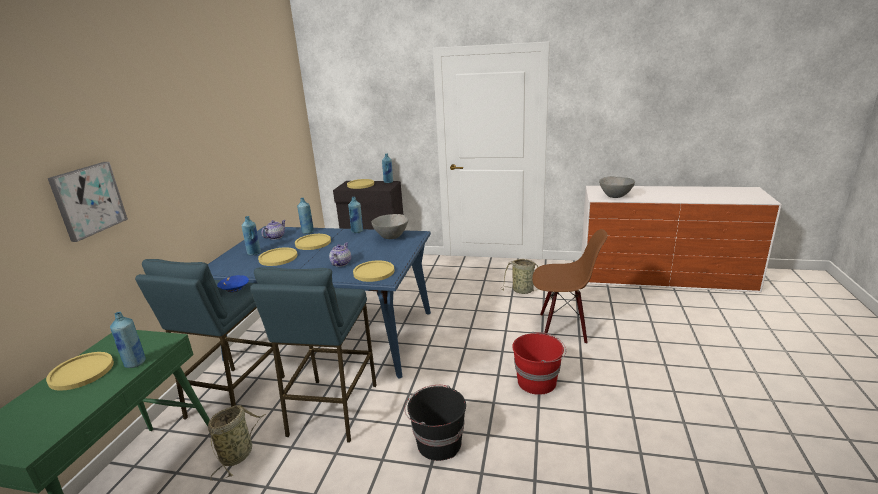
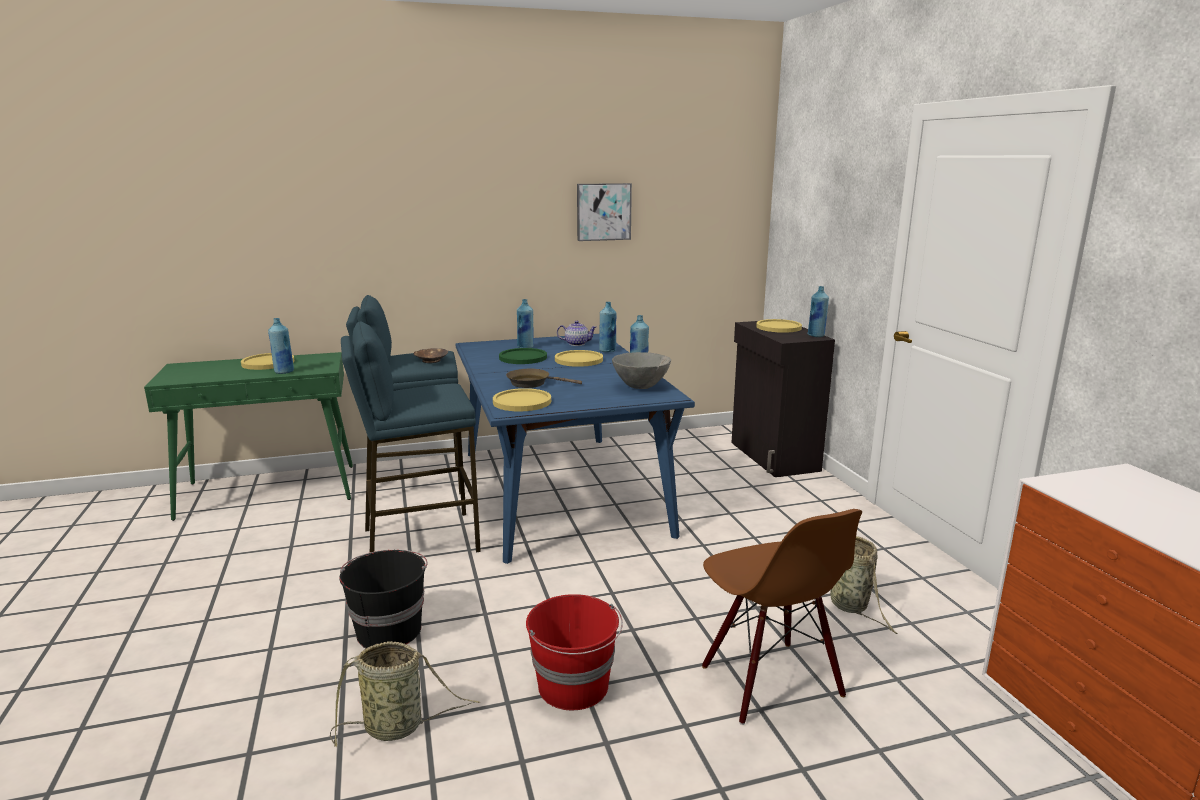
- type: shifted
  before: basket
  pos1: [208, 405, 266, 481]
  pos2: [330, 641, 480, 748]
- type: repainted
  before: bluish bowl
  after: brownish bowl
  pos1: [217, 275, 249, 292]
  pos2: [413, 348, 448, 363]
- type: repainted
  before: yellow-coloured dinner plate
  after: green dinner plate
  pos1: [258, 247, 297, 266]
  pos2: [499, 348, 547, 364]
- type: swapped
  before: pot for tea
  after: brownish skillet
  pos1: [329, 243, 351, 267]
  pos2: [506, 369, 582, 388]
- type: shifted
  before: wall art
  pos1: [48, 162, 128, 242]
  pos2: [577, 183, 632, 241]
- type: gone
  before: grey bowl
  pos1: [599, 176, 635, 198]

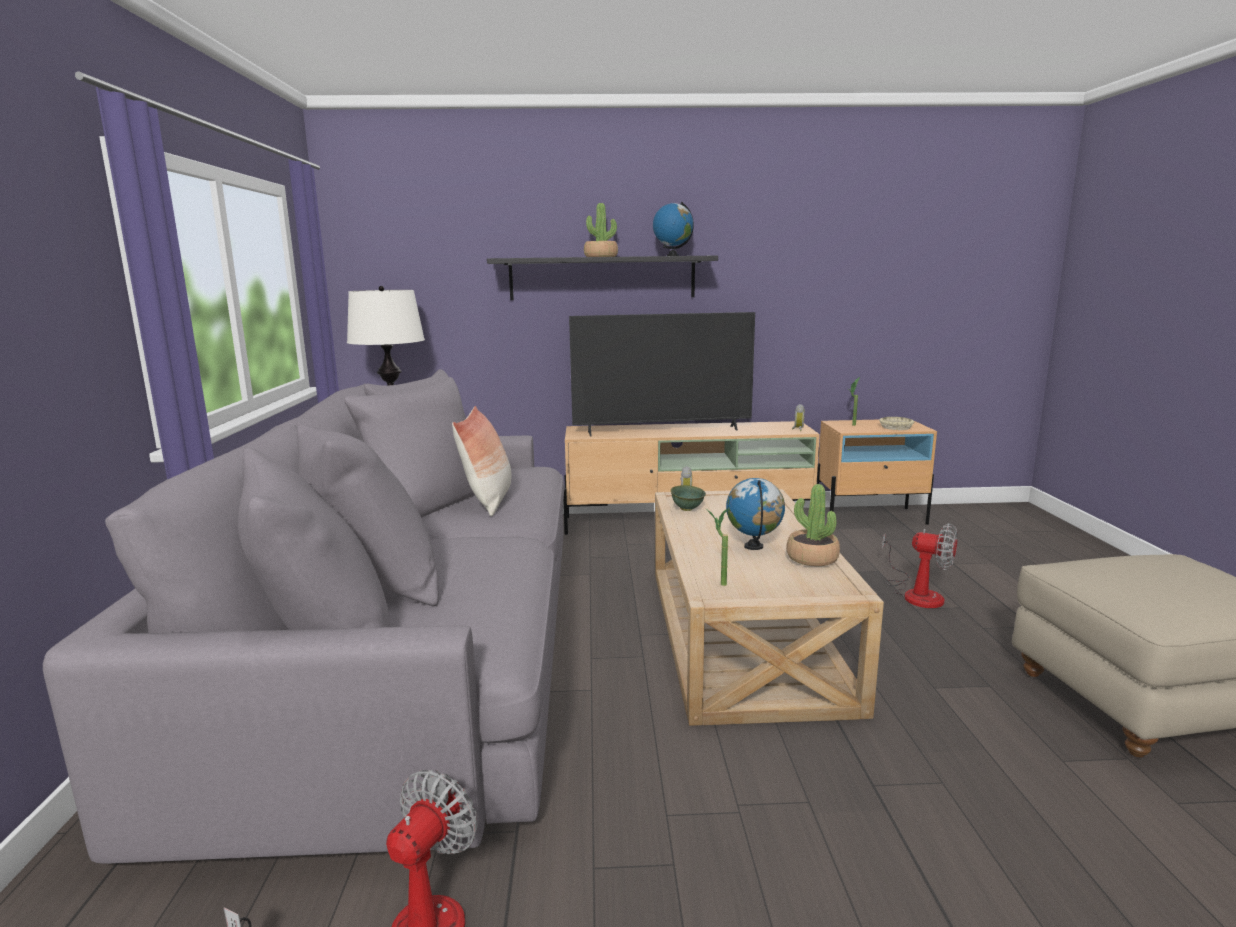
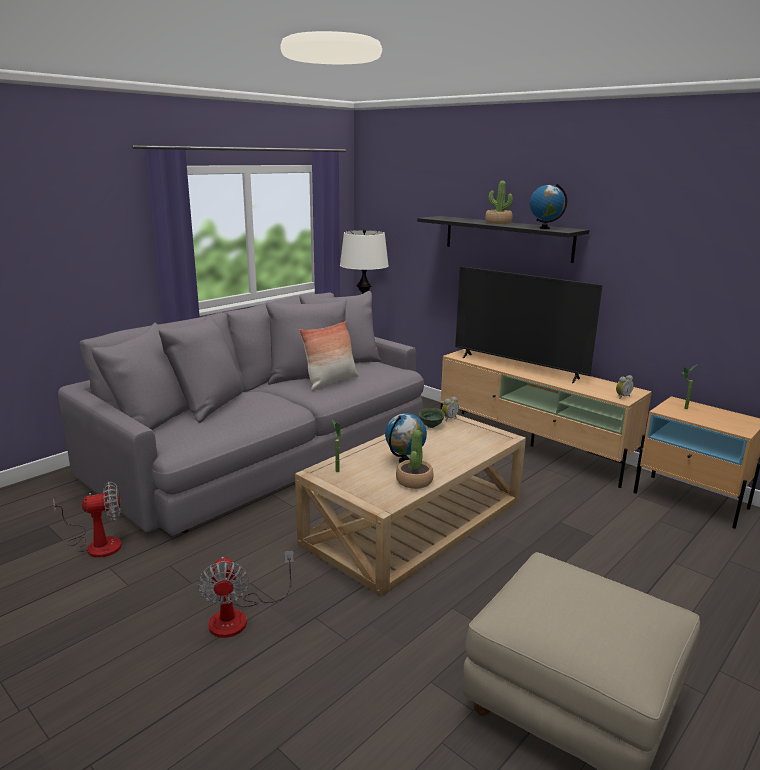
- type: shifted
  before: electric fan
  pos1: [882, 523, 958, 608]
  pos2: [198, 551, 294, 638]
- type: gone
  before: beige-coloured bowl
  pos1: [879, 417, 914, 430]

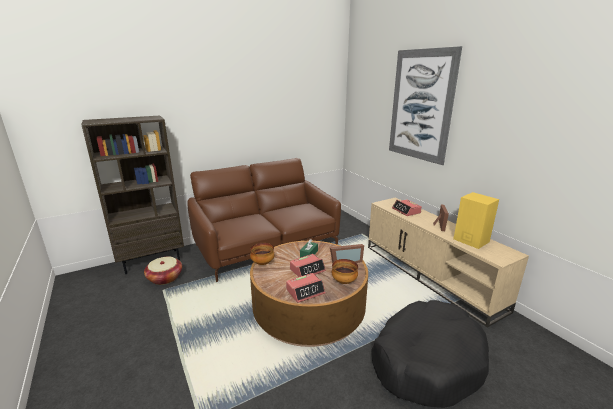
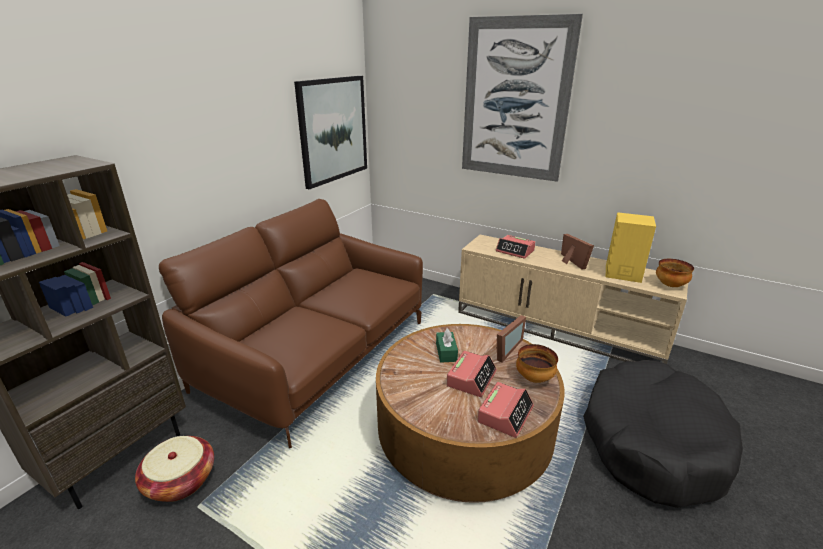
- type: new
  after: wall art
  pos2: [294, 76, 367, 189]
- type: shifted
  before: bowl
  pos1: [250, 243, 275, 265]
  pos2: [656, 259, 694, 287]

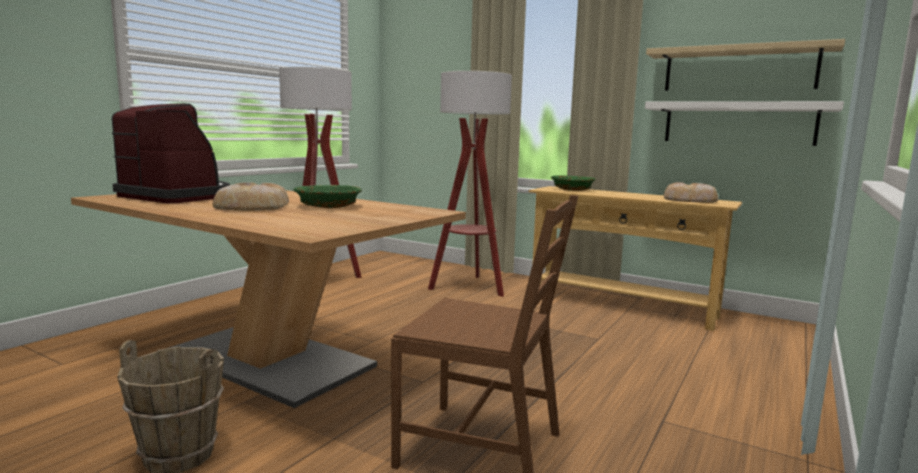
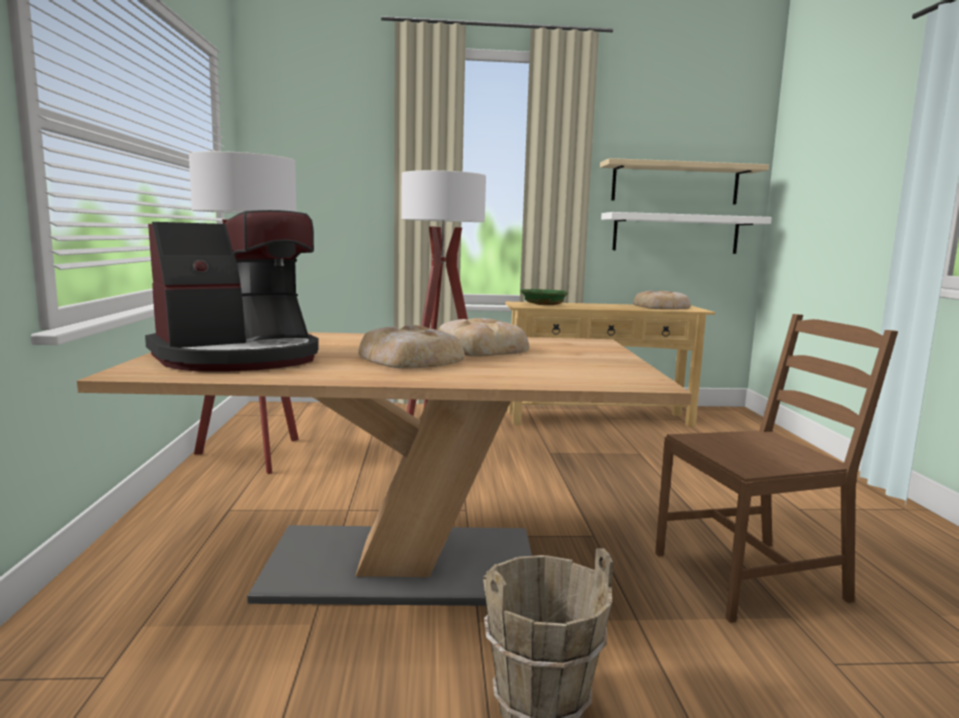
- type: rotated
  before: coffee brewer
  pos1: [112, 103, 230, 203]
  pos2: [145, 210, 319, 372]
  turn: 150
- type: swapped
  before: green bowl
  after: bakery bread
  pos1: [293, 185, 362, 208]
  pos2: [438, 318, 529, 357]

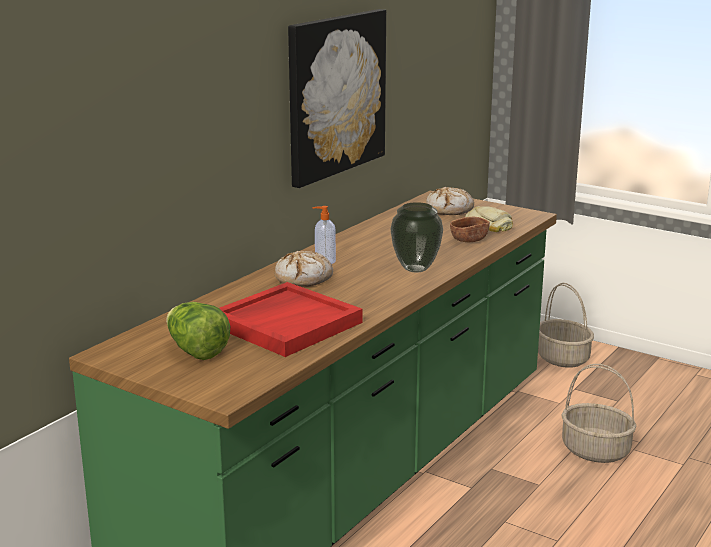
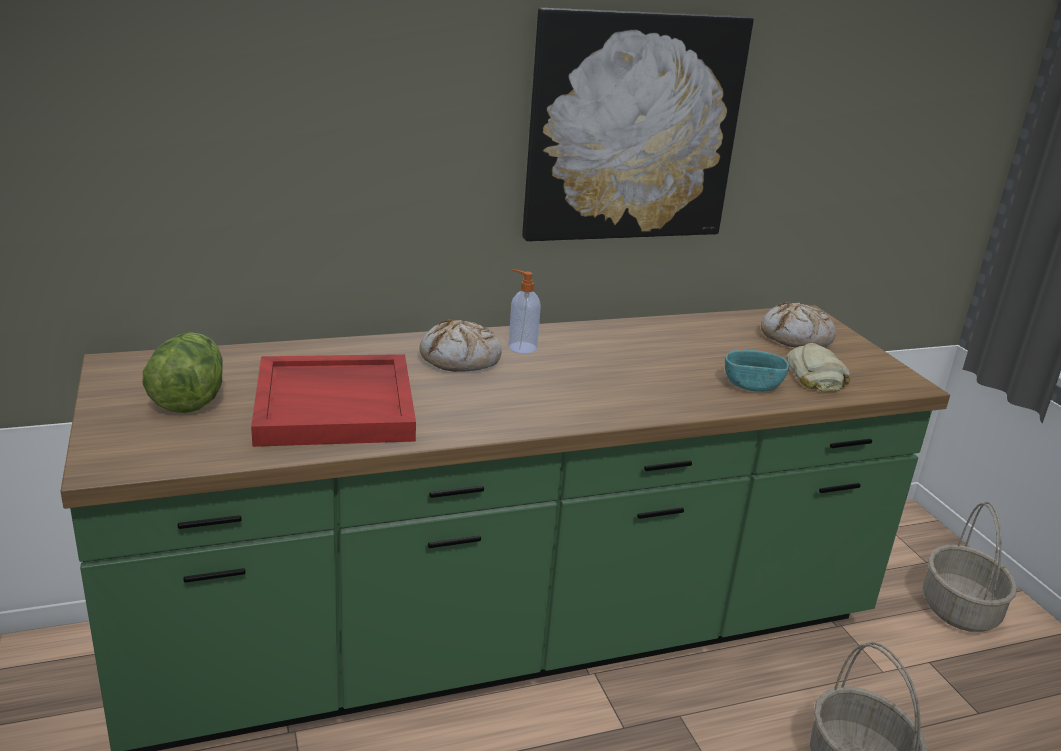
- type: repainted
  before: brownish bowl
  after: turquoise-coloured bowl
  pos1: [450, 217, 490, 242]
  pos2: [725, 350, 789, 392]
- type: gone
  before: flower vase
  pos1: [390, 202, 443, 273]

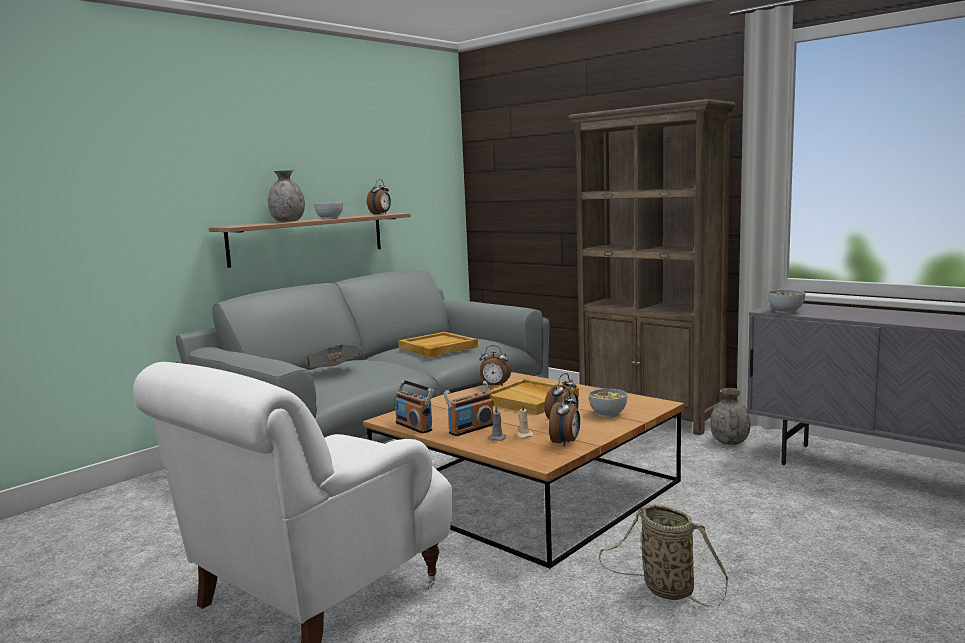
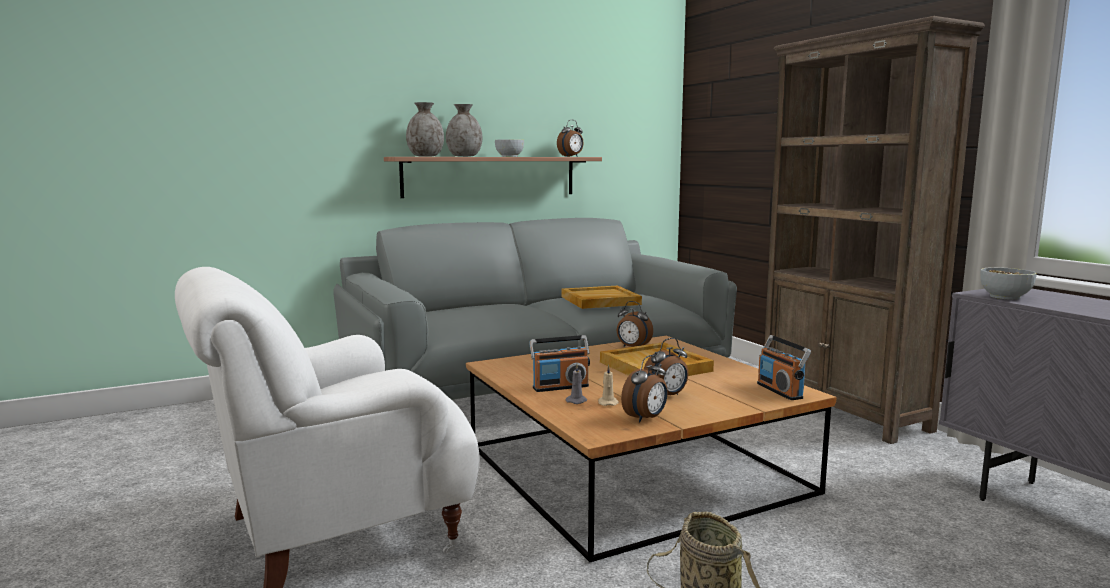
- type: shifted
  before: grey flower vase
  pos1: [710, 388, 751, 445]
  pos2: [406, 102, 444, 157]
- type: shifted
  before: radio set
  pos1: [395, 380, 434, 434]
  pos2: [757, 335, 811, 400]
- type: gone
  before: daily paper
  pos1: [305, 345, 360, 368]
- type: gone
  before: bowl
  pos1: [589, 389, 627, 417]

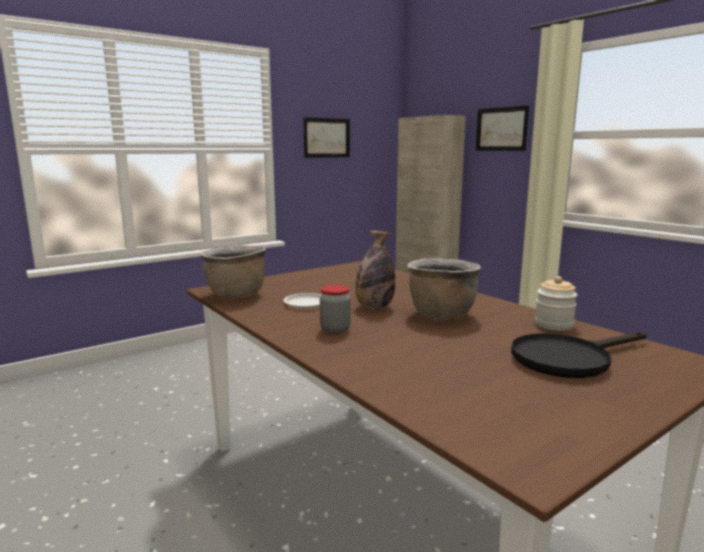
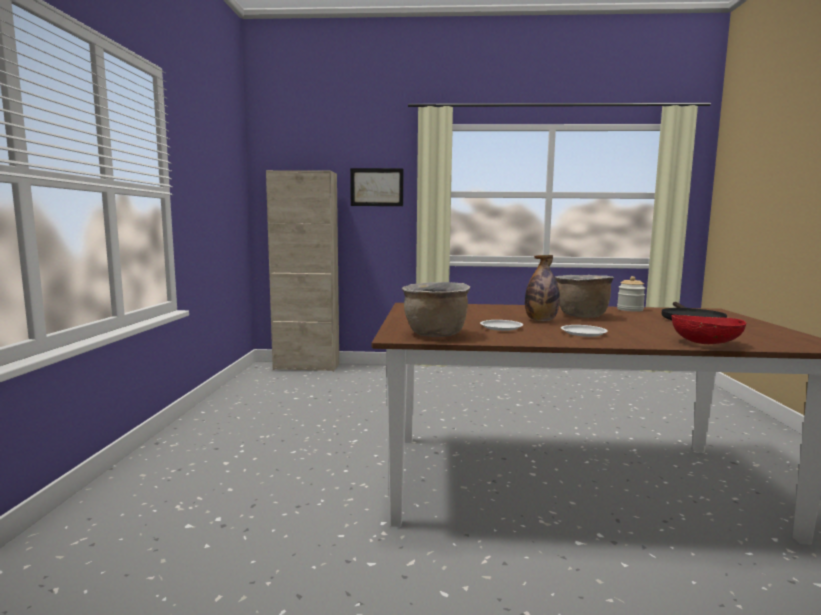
- type: swapped
  before: storage jar
  after: white-coloured dinner plate
  pos1: [320, 285, 351, 334]
  pos2: [561, 325, 608, 337]
- type: new
  after: red-coloured bowl
  pos2: [671, 315, 746, 344]
- type: gone
  before: wall art
  pos1: [303, 117, 350, 158]

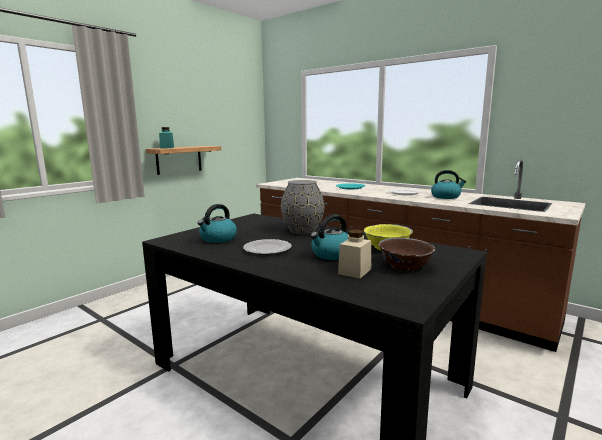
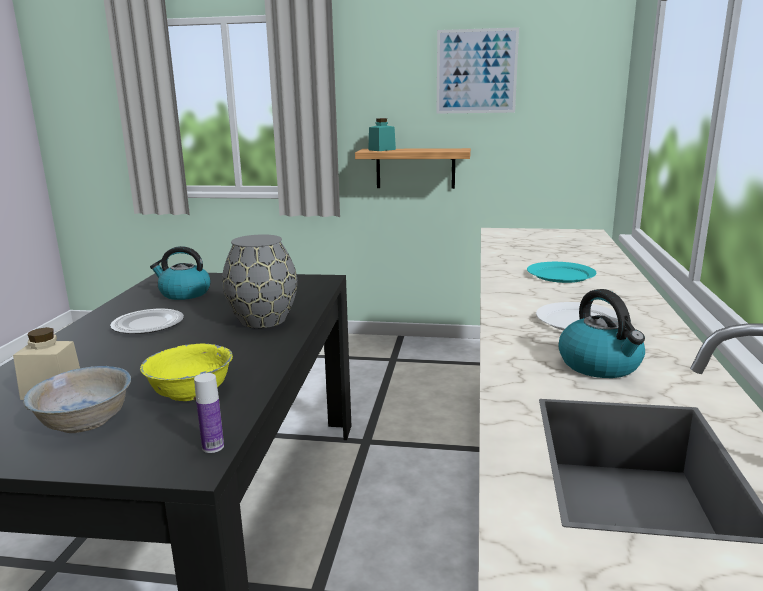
- type: repainted
  before: brownish bowl
  after: white-coloured bowl
  pos1: [379, 238, 435, 271]
  pos2: [23, 366, 131, 433]
- type: new
  after: beverage bottle
  pos2: [194, 373, 224, 453]
- type: new
  after: wall art
  pos2: [437, 27, 519, 114]
- type: gone
  before: tea kettle
  pos1: [311, 214, 349, 260]

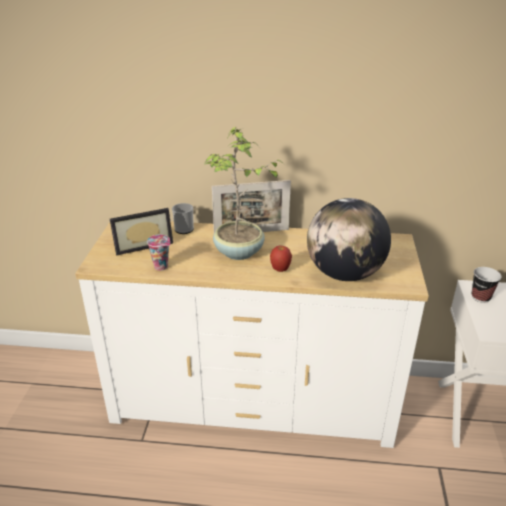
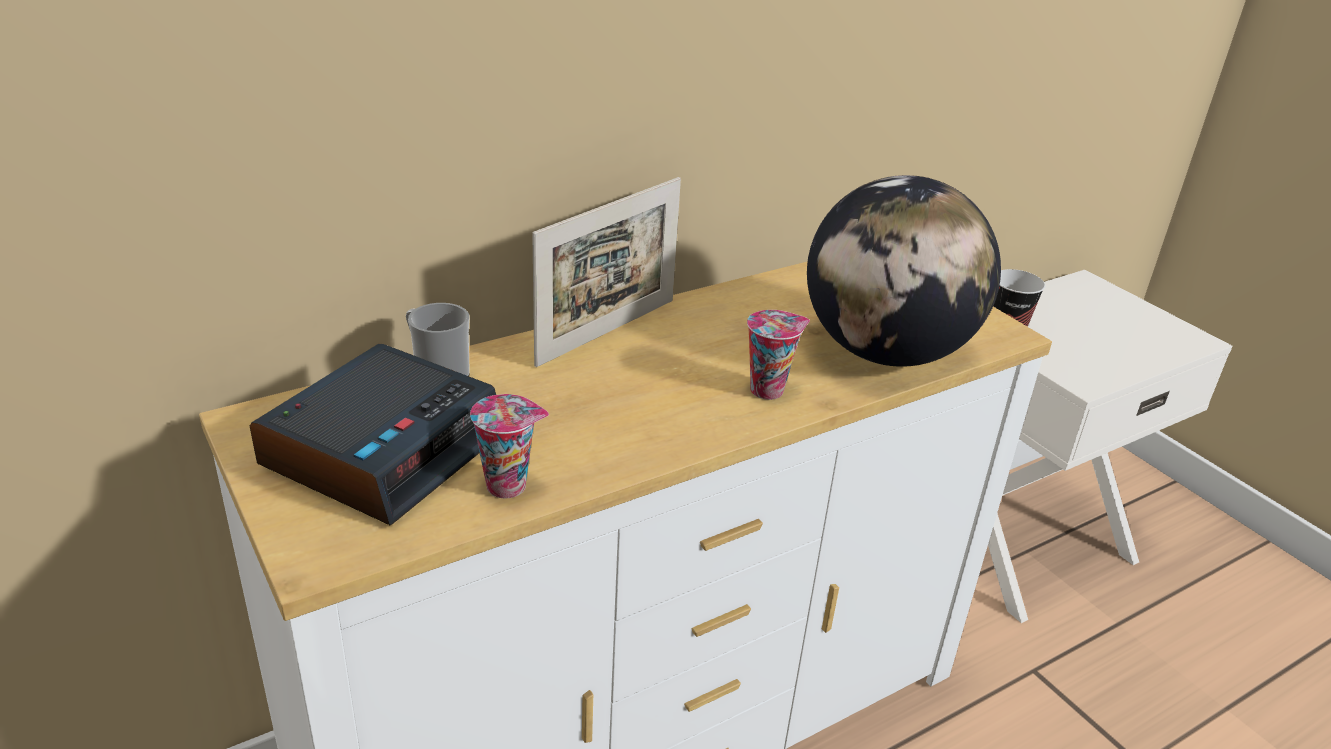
- type: swapped
  before: standing frame
  after: table clock
  pos1: [110, 208, 173, 255]
  pos2: [250, 344, 496, 525]
- type: swapped
  before: apple fruit
  after: drinking cup
  pos1: [270, 245, 292, 272]
  pos2: [747, 310, 810, 400]
- type: gone
  before: houseplant
  pos1: [204, 127, 284, 260]

